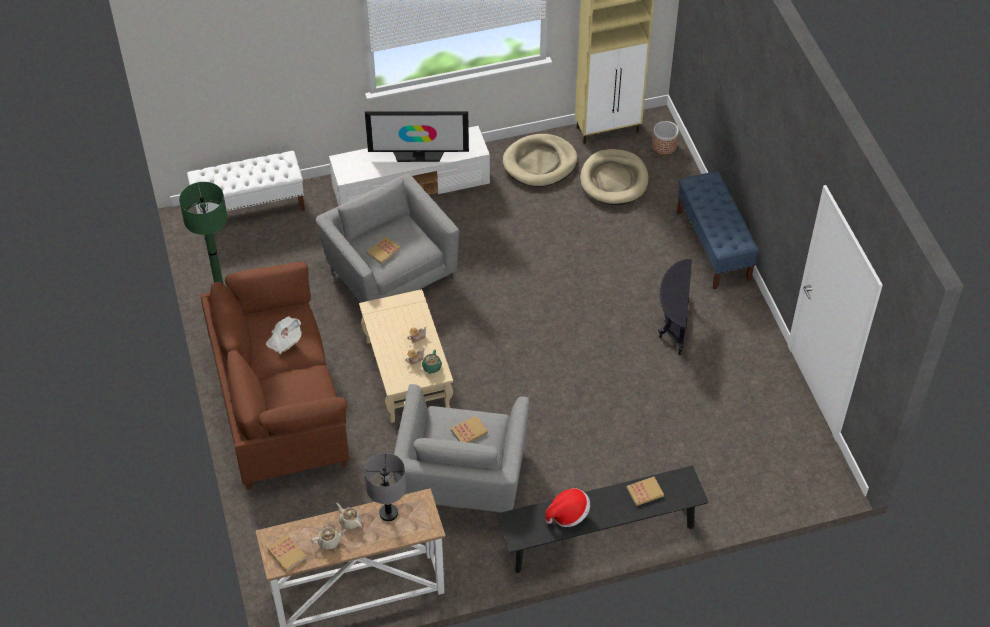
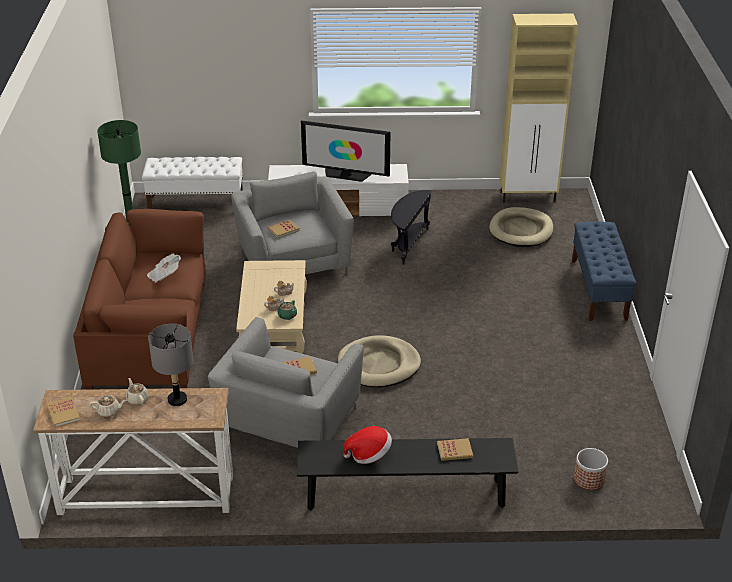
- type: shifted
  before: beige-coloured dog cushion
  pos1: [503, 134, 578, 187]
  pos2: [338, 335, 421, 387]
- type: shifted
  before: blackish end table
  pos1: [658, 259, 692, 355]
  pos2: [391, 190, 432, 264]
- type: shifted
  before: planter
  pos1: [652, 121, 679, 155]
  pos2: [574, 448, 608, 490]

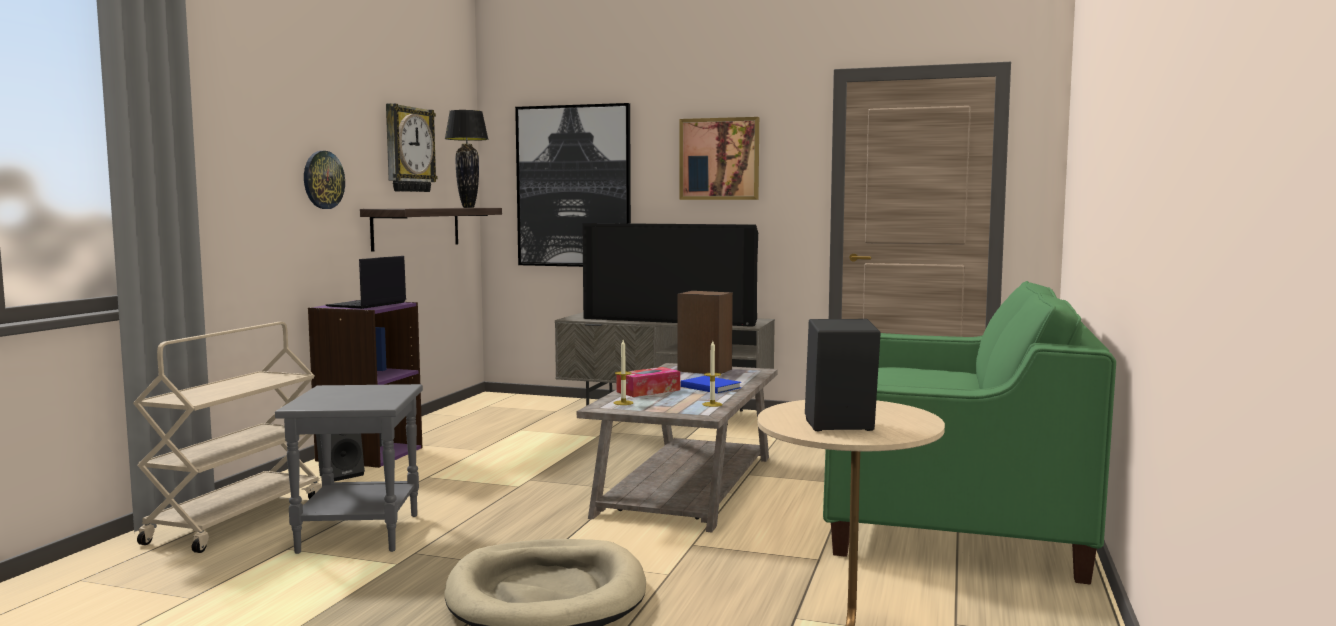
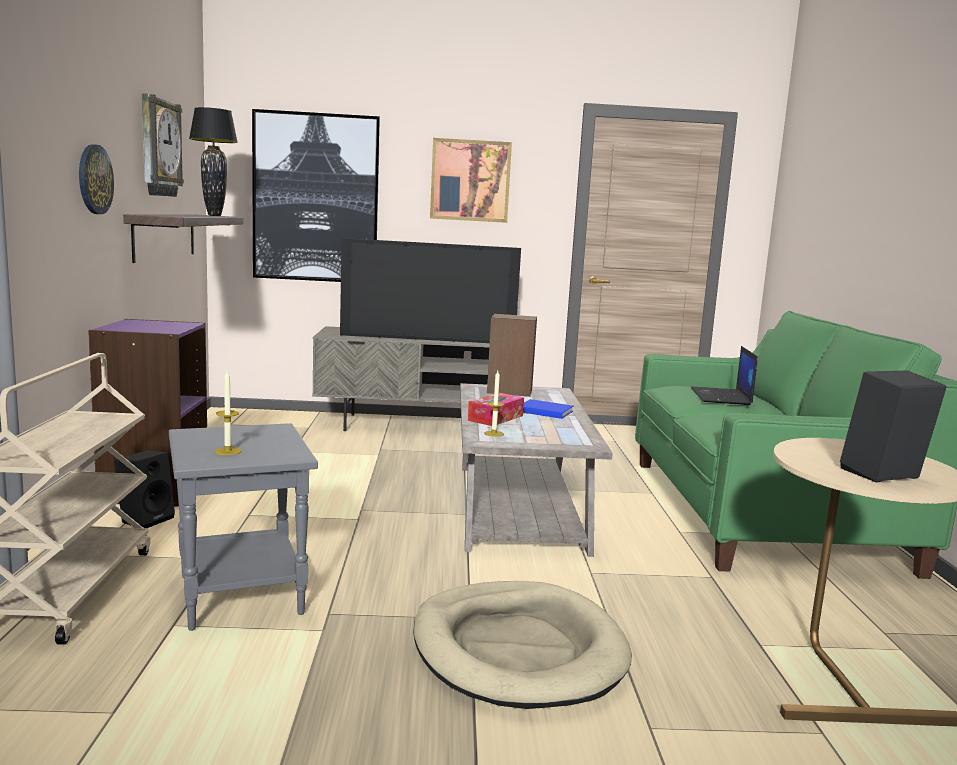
- type: shifted
  before: candle
  pos1: [702, 341, 722, 407]
  pos2: [215, 371, 241, 455]
- type: shifted
  before: laptop
  pos1: [325, 256, 406, 309]
  pos2: [691, 346, 758, 405]

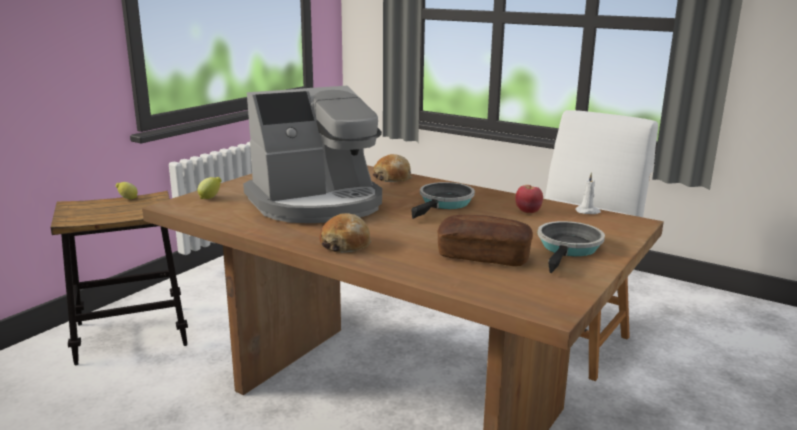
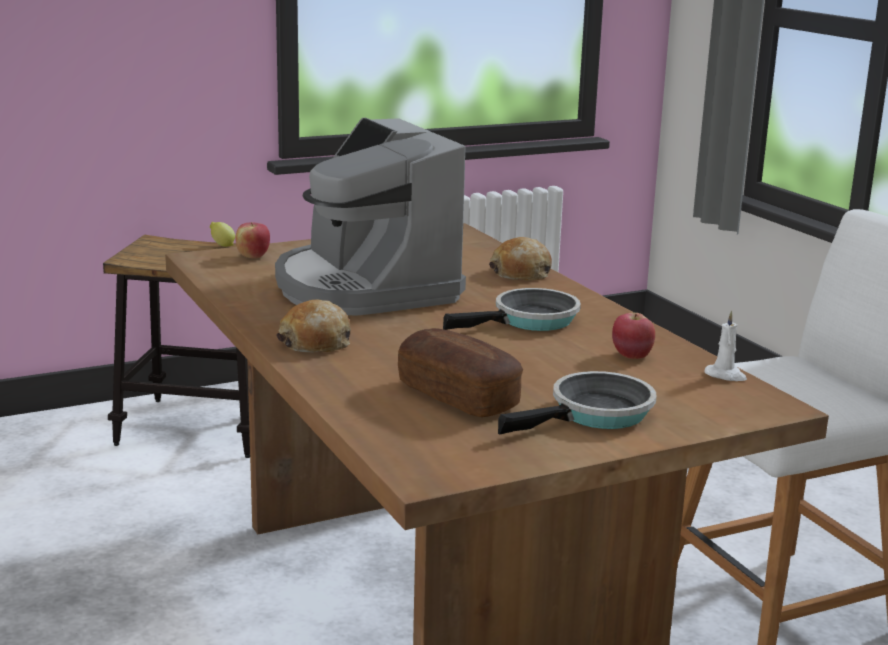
- type: swapped
  before: whole lemon
  after: apple fruit
  pos1: [198, 177, 222, 199]
  pos2: [236, 222, 270, 259]
- type: rotated
  before: coffee brewer
  pos1: [243, 86, 382, 223]
  pos2: [275, 118, 466, 315]
  turn: 60

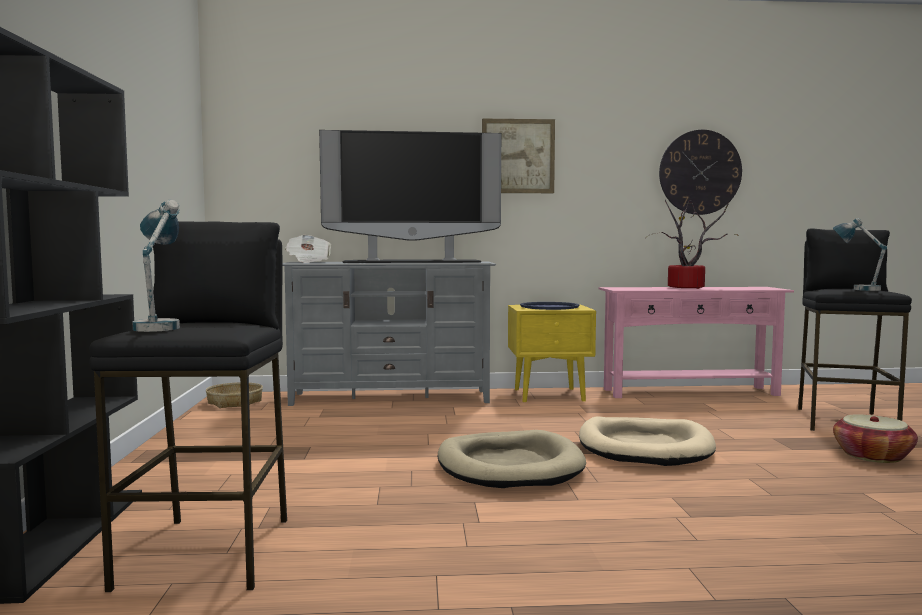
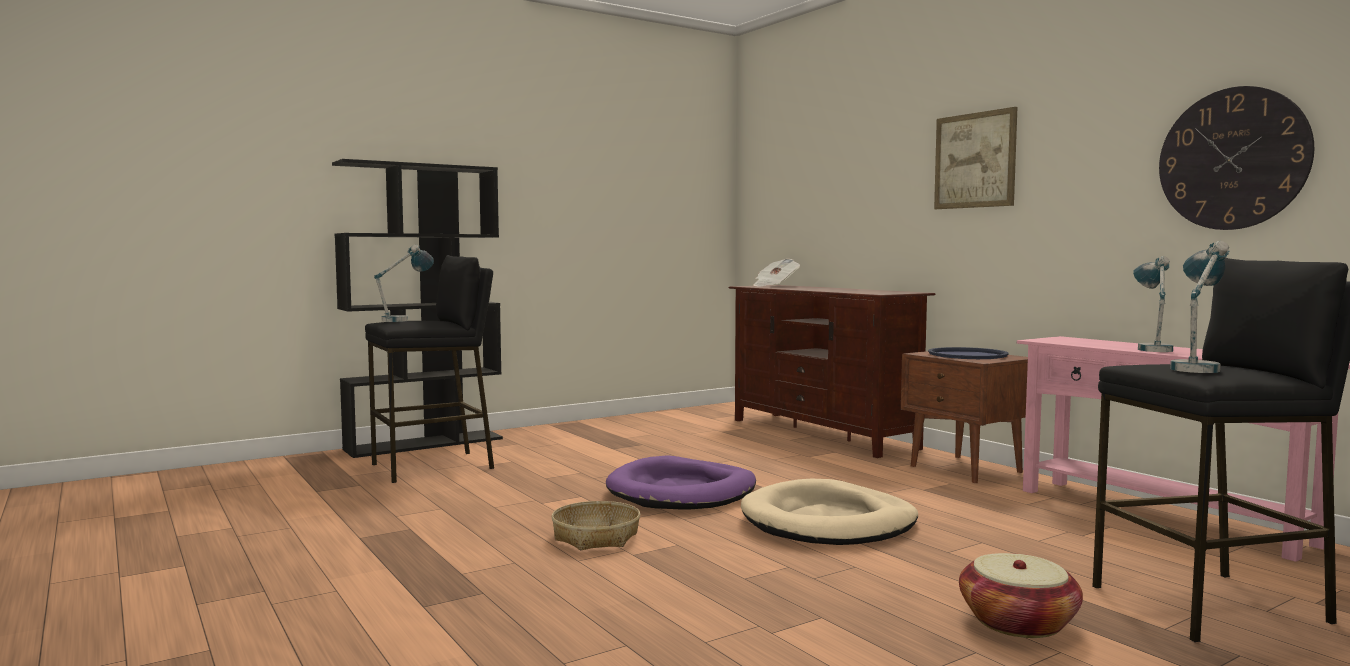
- type: shifted
  before: basket
  pos1: [206, 382, 263, 408]
  pos2: [552, 501, 640, 550]
- type: repainted
  before: beige-coloured dog cushion
  after: purple-coloured dog cushion
  pos1: [438, 430, 586, 488]
  pos2: [606, 455, 756, 510]
- type: repainted
  before: grey media console
  after: brownish media console
  pos1: [282, 261, 496, 406]
  pos2: [729, 285, 936, 458]
- type: repainted
  before: yellow-coloured bedside table
  after: brownish bedside table
  pos1: [508, 304, 596, 402]
  pos2: [901, 351, 1028, 483]
- type: swapped
  before: houseplant
  after: tabletop lamp
  pos1: [647, 200, 737, 289]
  pos2: [1133, 256, 1173, 352]
- type: gone
  before: TV
  pos1: [319, 130, 501, 263]

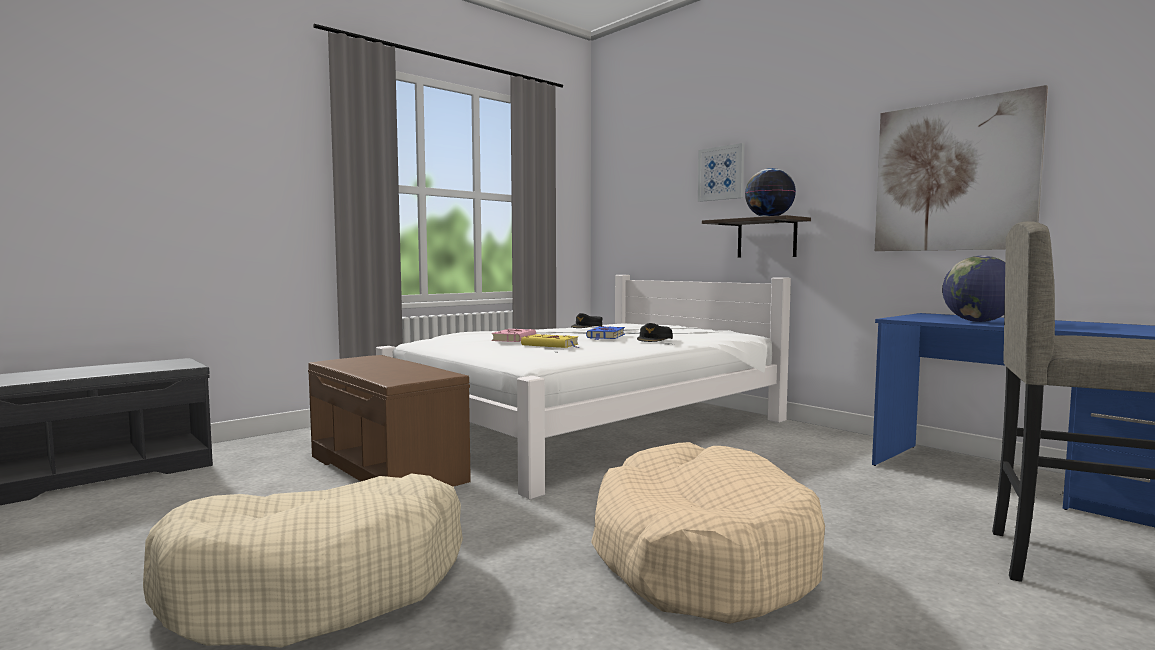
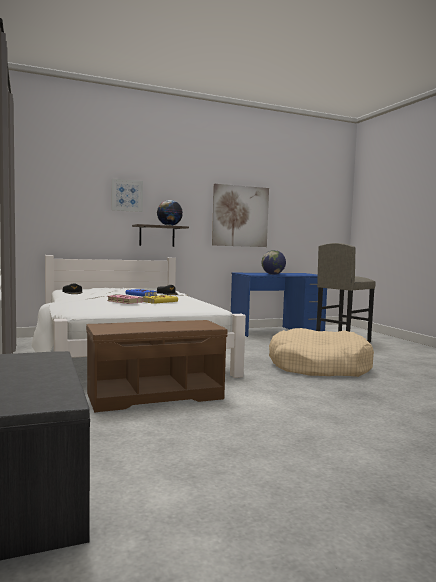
- type: gone
  before: beige-coloured dog cushion
  pos1: [143, 473, 463, 648]

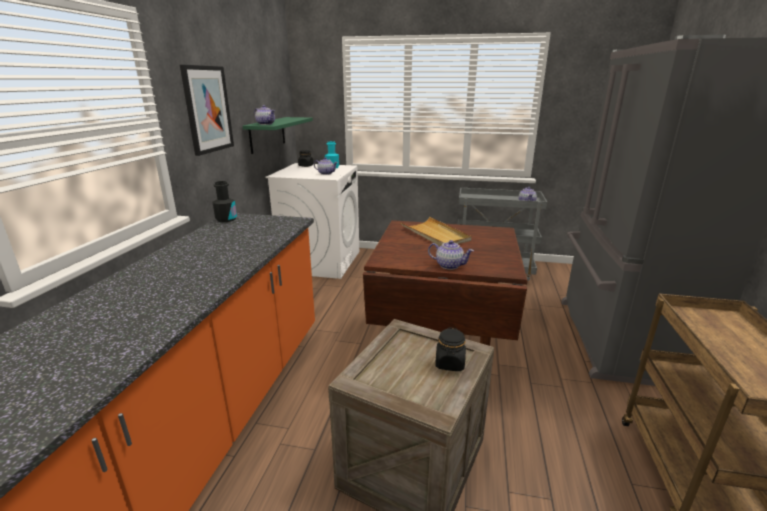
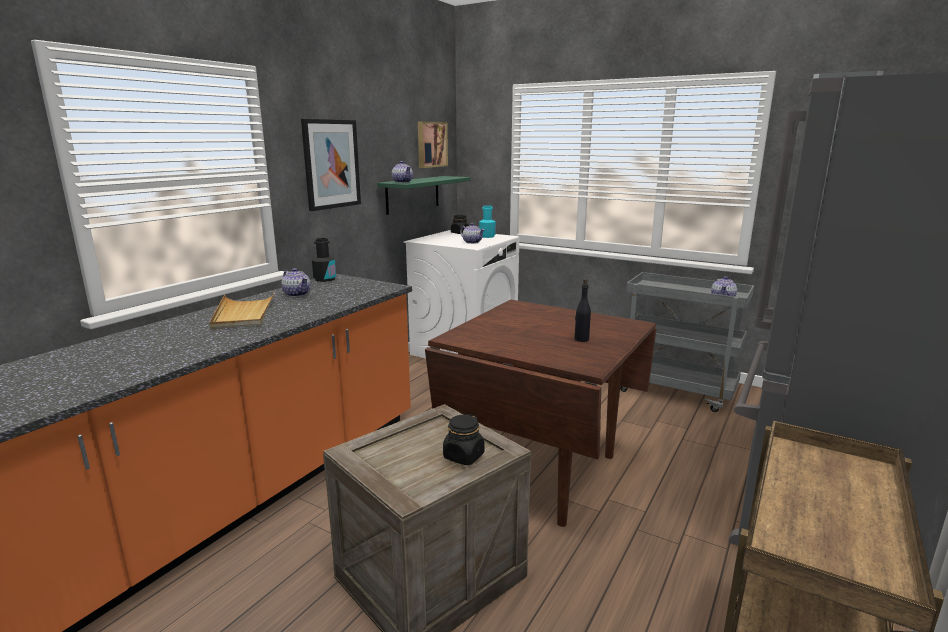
- type: shifted
  before: beige-coloured tray
  pos1: [401, 217, 472, 246]
  pos2: [209, 292, 275, 329]
- type: shifted
  before: pot for tea
  pos1: [428, 240, 474, 270]
  pos2: [281, 268, 311, 297]
- type: new
  after: wall art
  pos2: [418, 122, 448, 168]
- type: new
  after: blackish beverage bottle
  pos2: [575, 279, 591, 342]

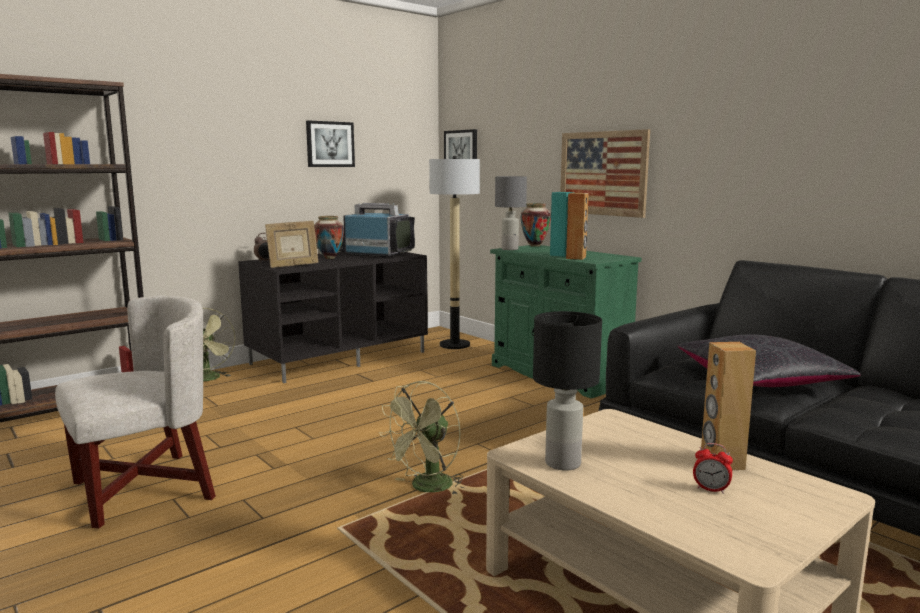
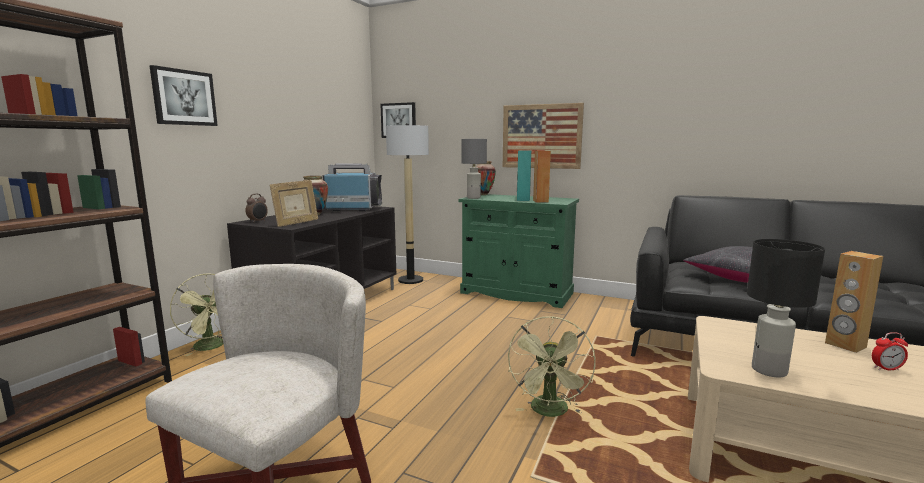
- type: shifted
  before: wall art
  pos1: [306, 120, 355, 167]
  pos2: [149, 65, 218, 126]

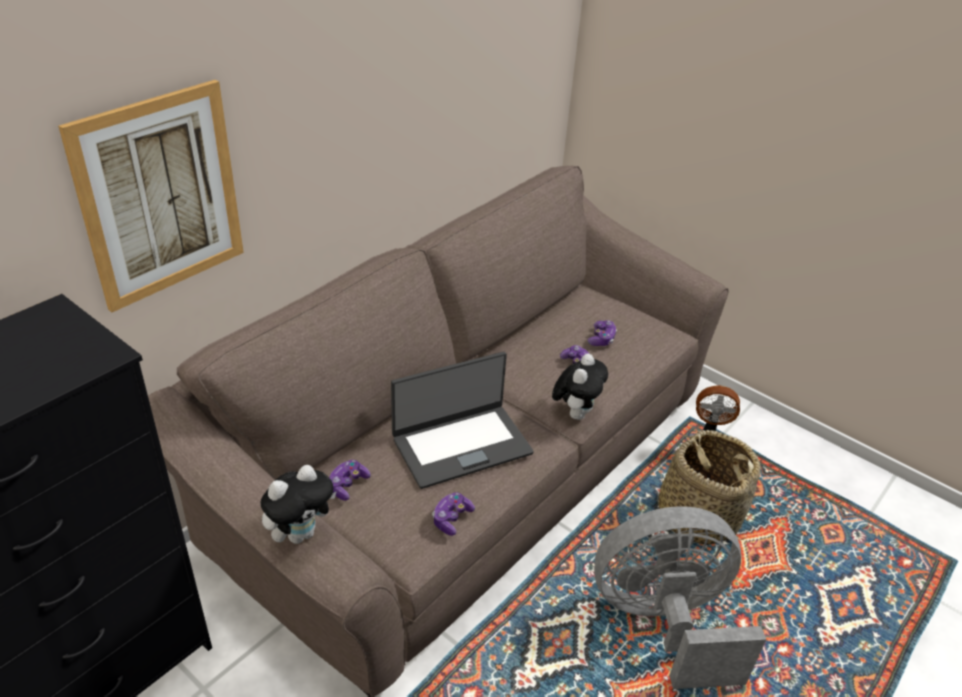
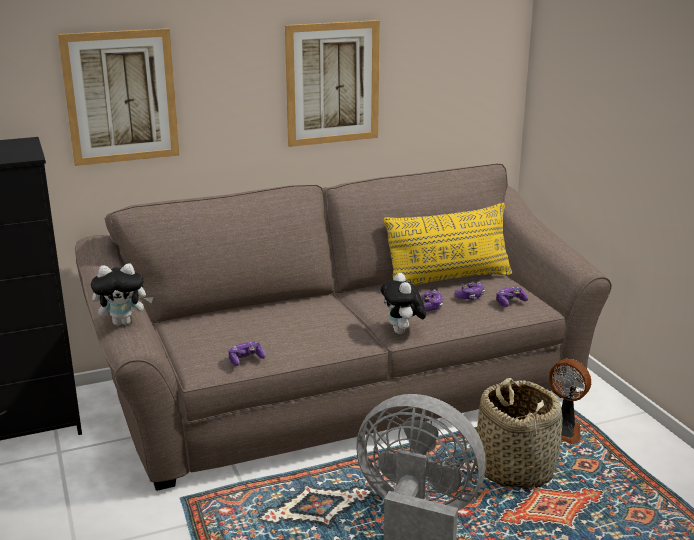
- type: new
  after: wall art
  pos2: [285, 20, 380, 147]
- type: rotated
  before: soft toy
  pos1: [552, 354, 608, 420]
  pos2: [381, 273, 426, 334]
  turn: 120
- type: new
  after: yellow-coloured cushion
  pos2: [384, 203, 512, 286]
- type: shifted
  before: game controller
  pos1: [329, 460, 371, 501]
  pos2: [496, 287, 528, 307]
- type: gone
  before: laptop
  pos1: [391, 352, 533, 489]

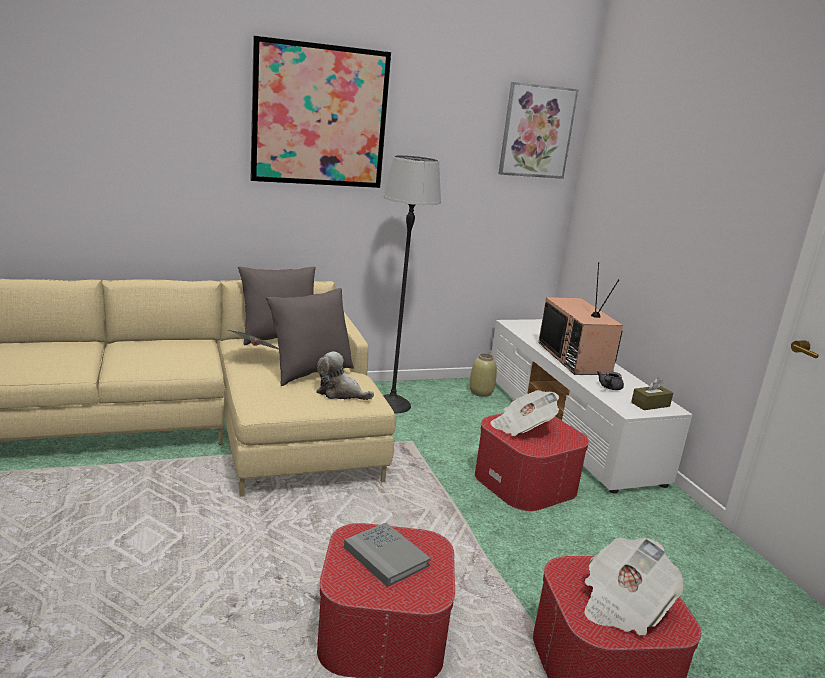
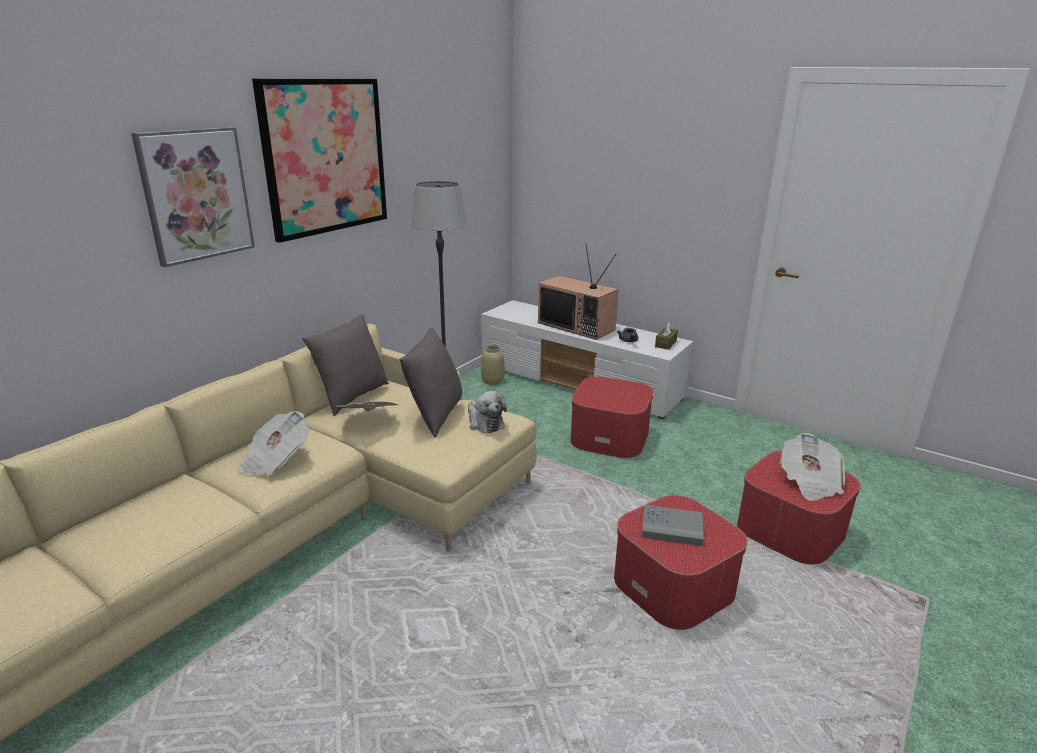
- type: shifted
  before: wall art
  pos1: [499, 82, 578, 179]
  pos2: [131, 127, 255, 267]
- type: shifted
  before: daily paper
  pos1: [490, 390, 560, 436]
  pos2: [237, 411, 309, 476]
- type: rotated
  before: soft toy
  pos1: [316, 351, 374, 400]
  pos2: [468, 391, 507, 433]
  turn: -105

